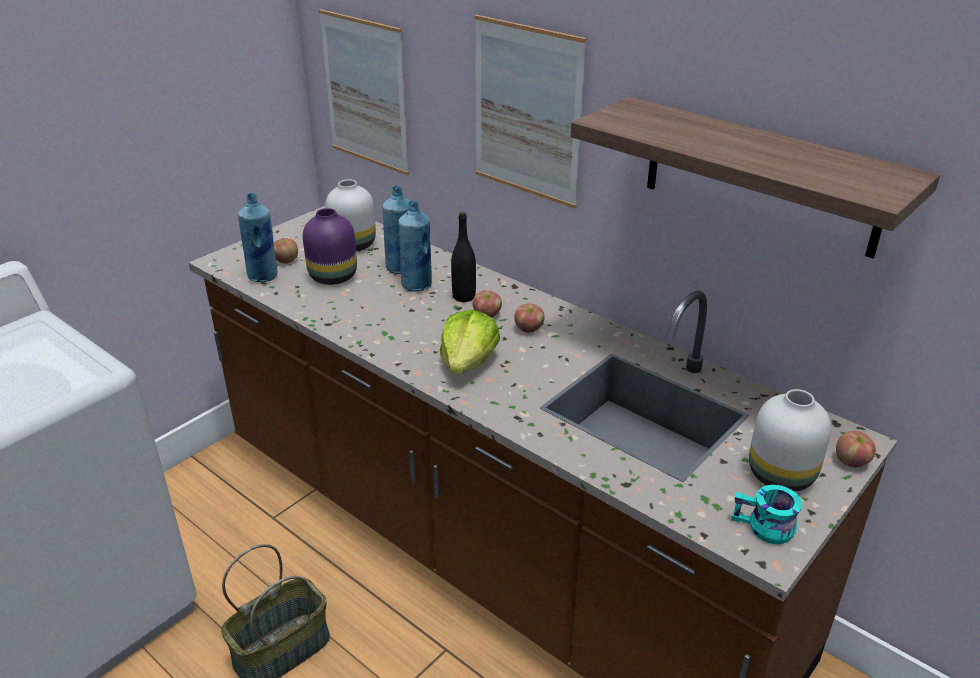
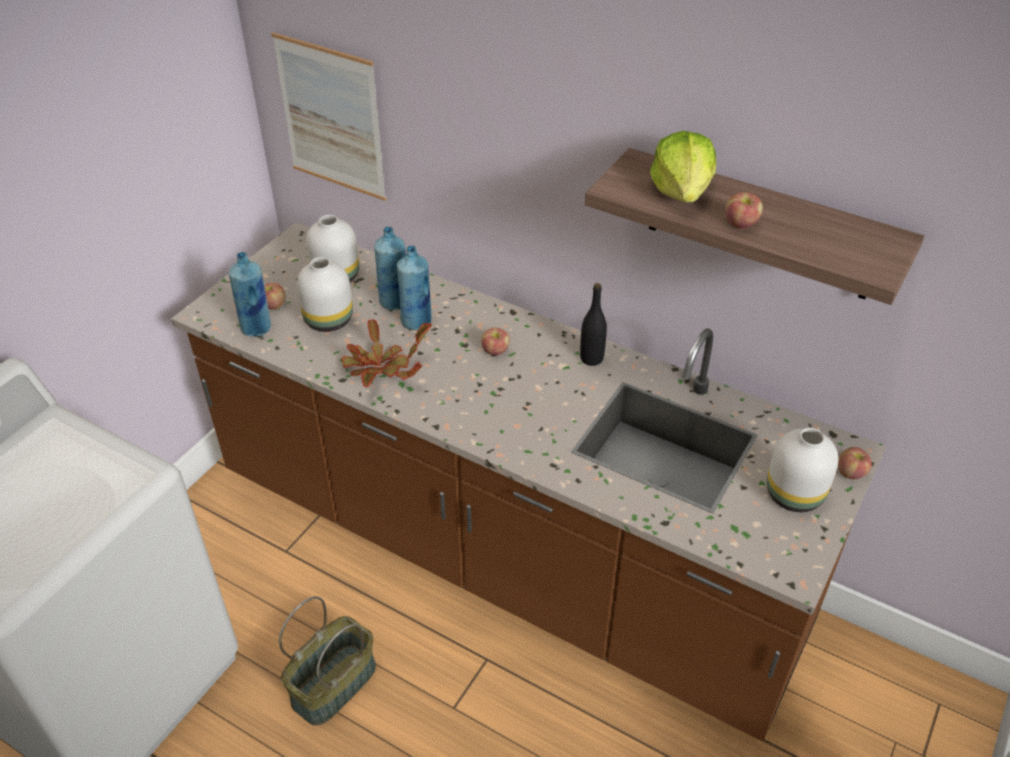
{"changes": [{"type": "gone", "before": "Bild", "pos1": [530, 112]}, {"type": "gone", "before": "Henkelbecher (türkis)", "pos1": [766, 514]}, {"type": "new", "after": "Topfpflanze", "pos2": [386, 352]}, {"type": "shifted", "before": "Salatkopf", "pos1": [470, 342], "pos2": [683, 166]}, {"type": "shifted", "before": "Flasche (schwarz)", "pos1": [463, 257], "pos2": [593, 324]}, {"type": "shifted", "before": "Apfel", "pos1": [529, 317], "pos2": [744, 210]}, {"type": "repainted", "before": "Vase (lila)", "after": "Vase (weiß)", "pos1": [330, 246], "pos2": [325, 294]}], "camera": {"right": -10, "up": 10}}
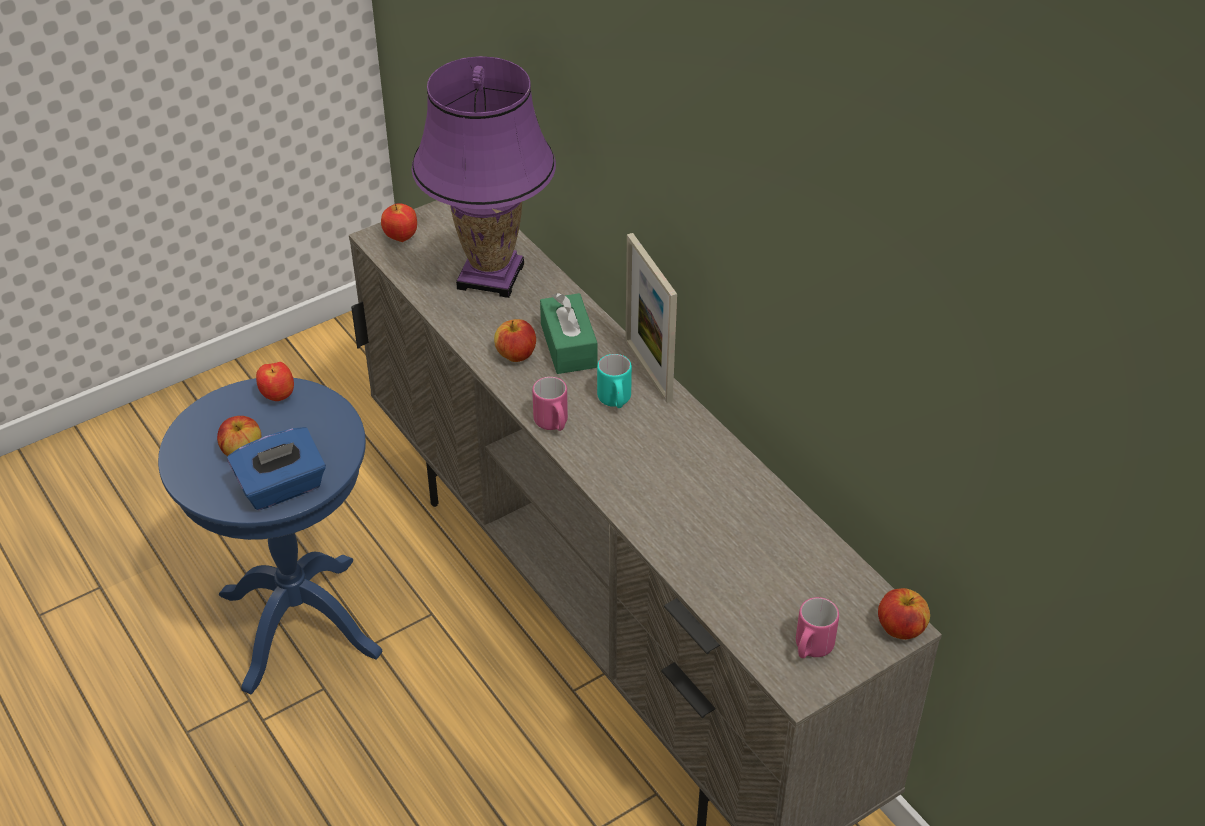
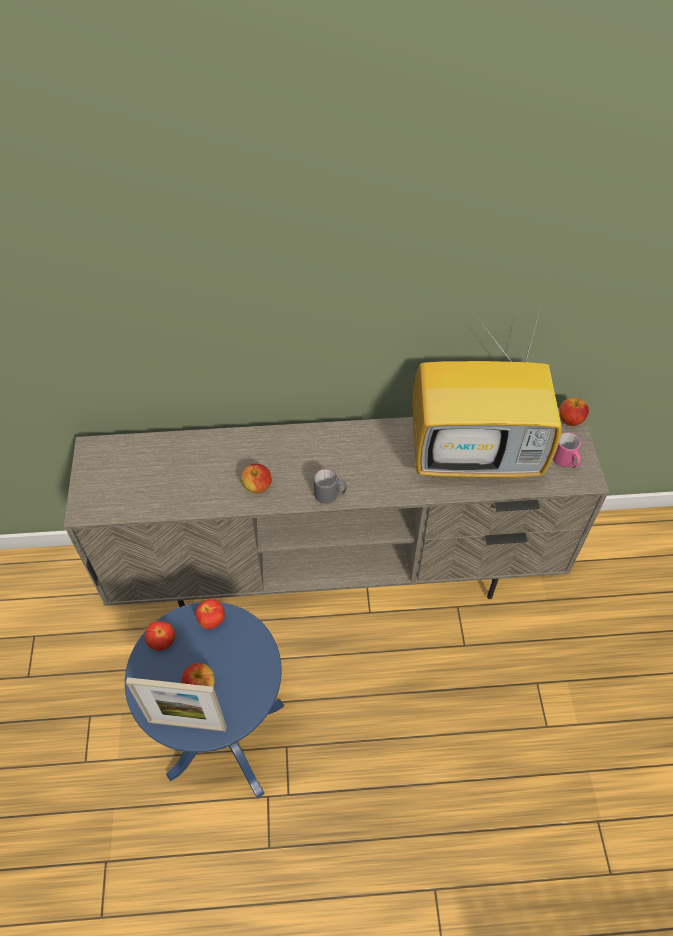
{"changes": [{"type": "gone", "before": "Taschentuchbox (blau)", "pos1": [276, 468]}, {"type": "gone", "before": "Tischlampe (lila)", "pos1": [484, 177]}, {"type": "gone", "before": "Taschentuchbox (grün)", "pos1": [568, 333]}, {"type": "gone", "before": "Henkelbecher (türkis)", "pos1": [614, 381]}, {"type": "new", "after": "Fernseher", "pos2": [487, 388]}, {"type": "shifted", "before": "Apfel", "pos1": [399, 222], "pos2": [210, 614]}, {"type": "shifted", "before": "Bilderrahmen", "pos1": [651, 318], "pos2": [176, 704]}, {"type": "repainted", "before": "Henkelbecher (rosa)", "after": "Henkelbecher (grau)", "pos1": [550, 404], "pos2": [330, 486]}], "camera": {"right": -60, "up": 10}}
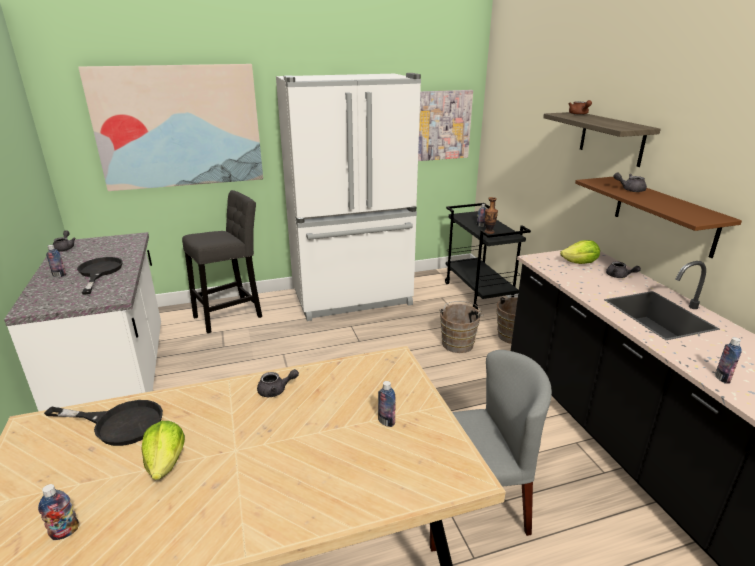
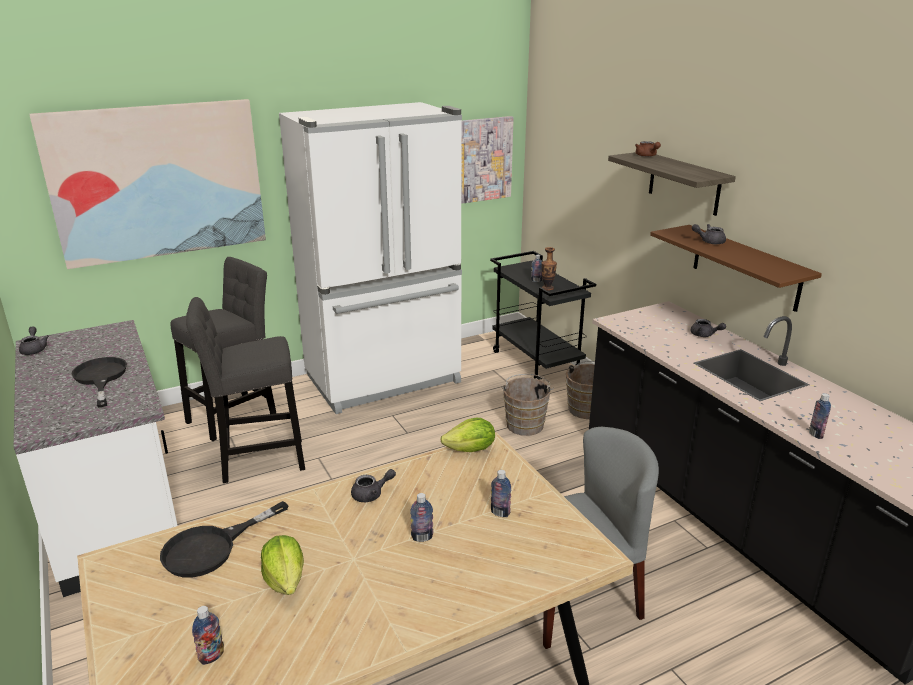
{"changes": [{"type": "new", "after": "Hocker (grau)", "pos2": [245, 390]}, {"type": "shifted", "before": "Flasche", "pos1": [56, 261], "pos2": [422, 517]}, {"type": "shifted", "before": "Salatkopf", "pos1": [580, 252], "pos2": [467, 435]}, {"type": "rotated", "before": "Pfanne (schwarz)", "pos1": [103, 423], "pos2": [224, 539], "turn": 135}], "camera": {"right": -10, "up": 0}}
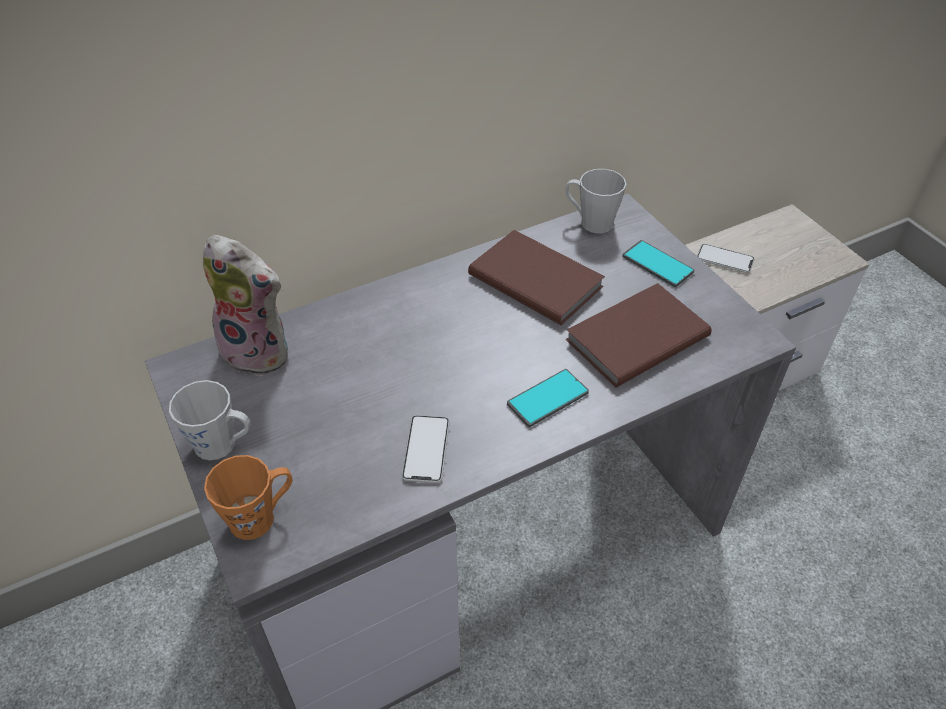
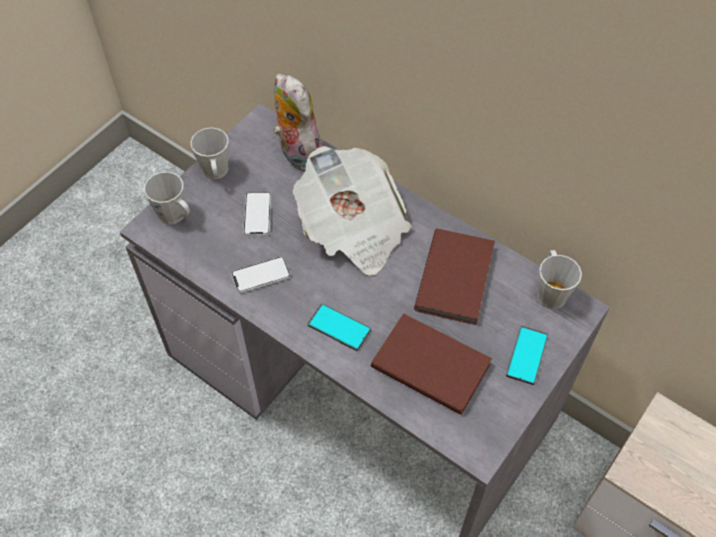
{"changes": [{"type": "new", "after": "Zeitung", "pos2": [352, 211]}, {"type": "shifted", "before": "Handy", "pos1": [725, 258], "pos2": [257, 214]}, {"type": "repainted", "before": "Henkelbecher (orange)", "after": "Henkelbecher (grau)", "pos1": [248, 497], "pos2": [167, 198]}, {"type": "rotated", "before": "Plüschtier", "pos1": [245, 305], "pos2": [297, 122], "turn": 150}], "camera": {"right": 65, "up": 10}}
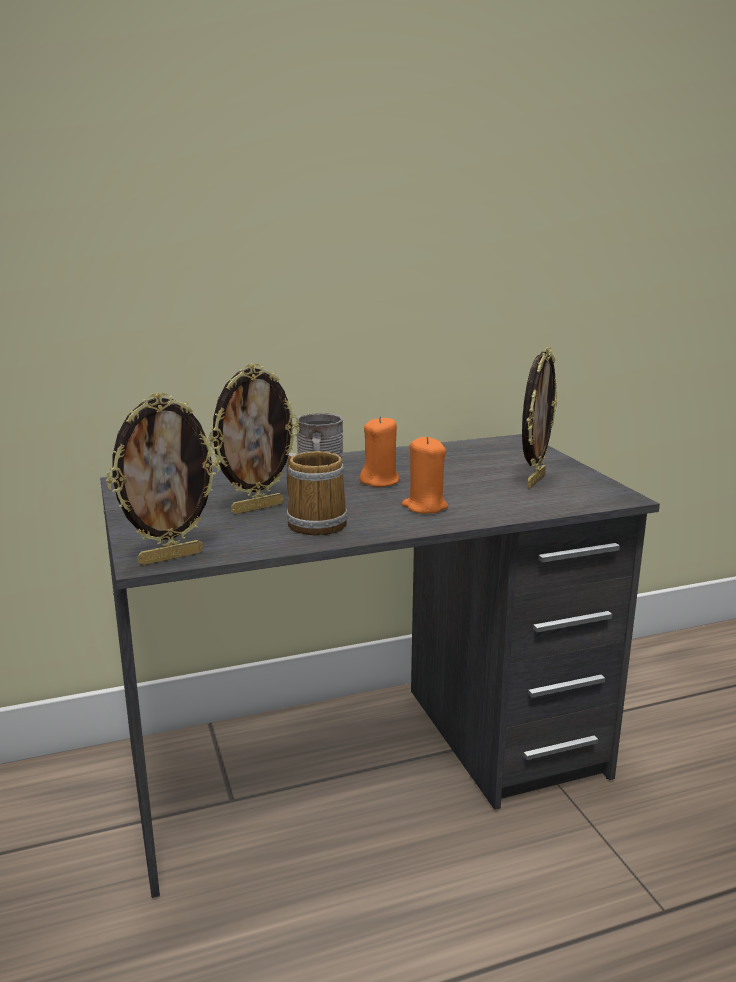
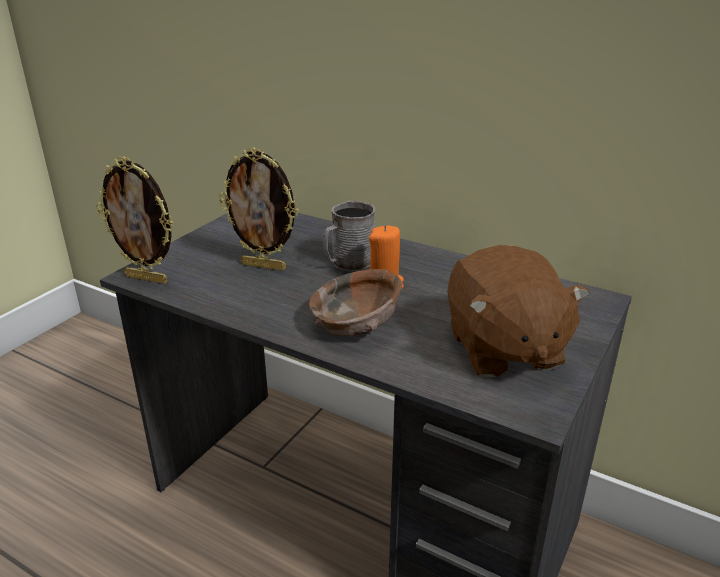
{"changes": [{"type": "gone", "before": "Henkelbecher", "pos1": [317, 493]}, {"type": "swapped", "before": "Kerze (orange)", "after": "Schüssel (braun)", "pos1": [425, 475], "pos2": [355, 302]}, {"type": "swapped", "before": "Bilderrahmen", "after": "Plüschtier (braun)", "pos1": [539, 417], "pos2": [518, 311]}], "camera": {"right": 50, "up": 10}}
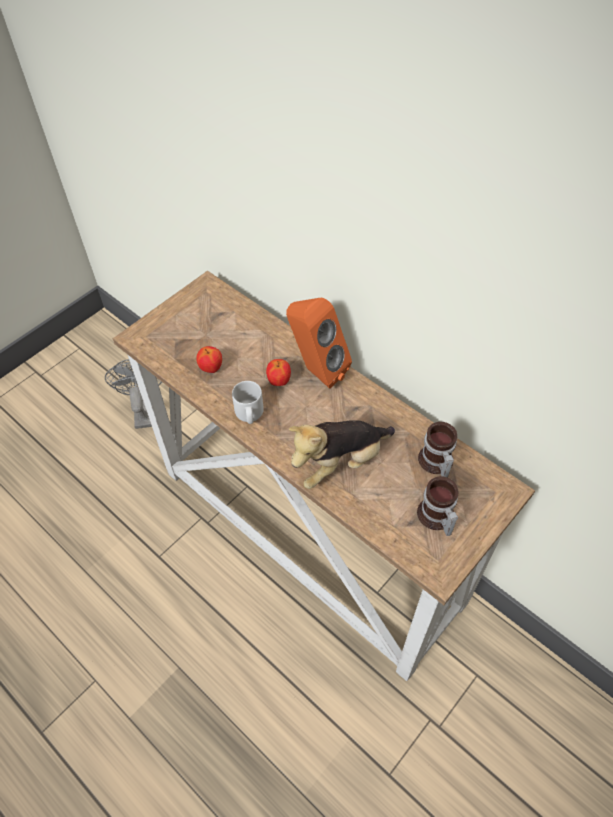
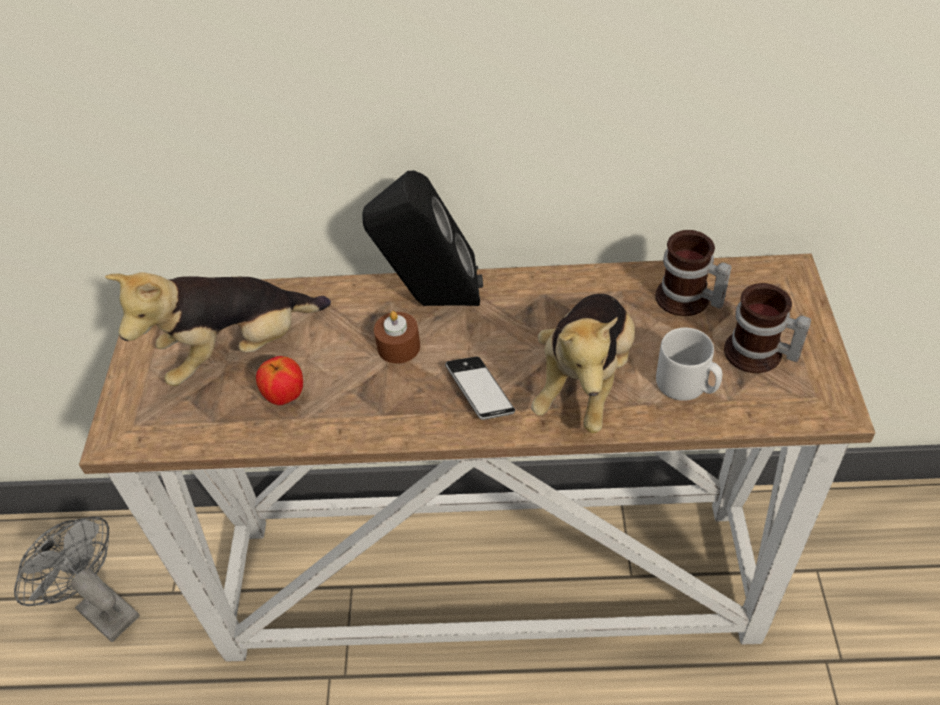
{"changes": [{"type": "new", "after": "Plüschtier", "pos2": [218, 329]}, {"type": "new", "after": "Handy", "pos2": [480, 388]}, {"type": "shifted", "before": "Henkelbecher (grau)", "pos1": [248, 402], "pos2": [689, 364]}, {"type": "swapped", "before": "Apfel", "after": "Kerze (braun)", "pos1": [278, 372], "pos2": [397, 337]}, {"type": "repainted", "before": "Lautsprecher (orange)", "after": "Lautsprecher (schwarz)", "pos1": [319, 343], "pos2": [422, 238]}], "camera": {"right": -40, "up": -5}}
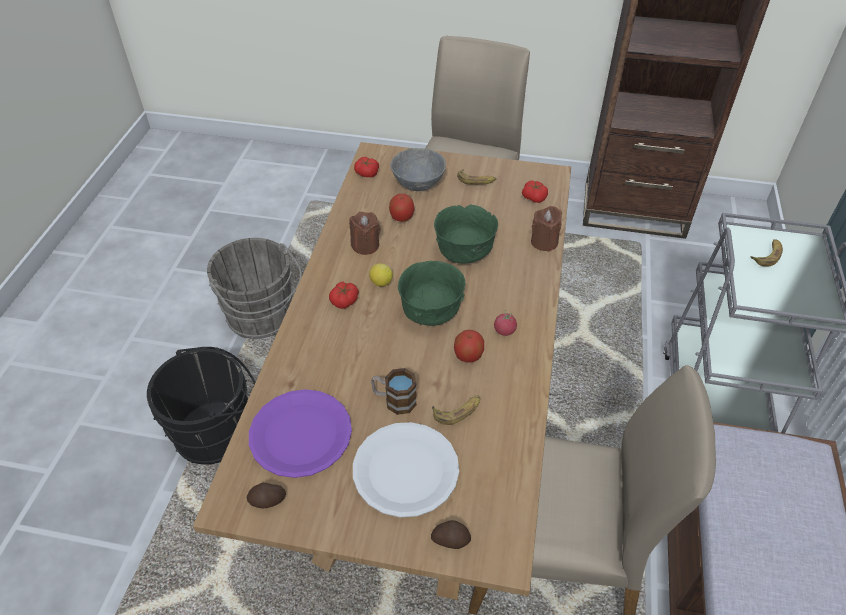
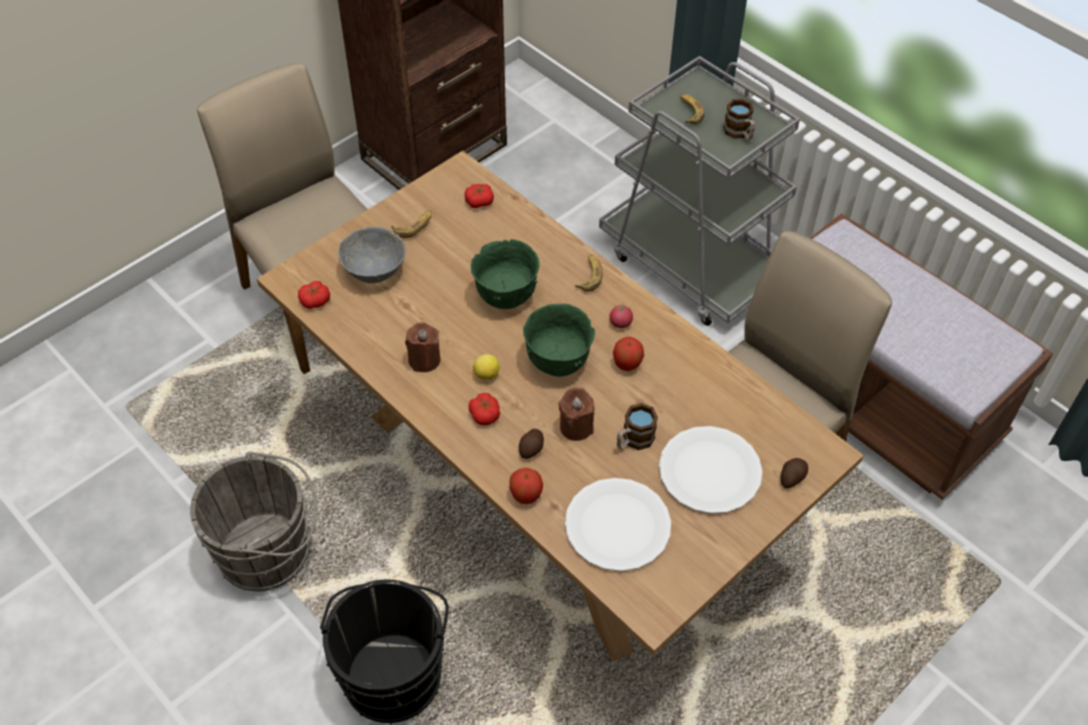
{"changes": [{"type": "new", "after": "Henkelbecher", "pos2": [739, 119]}, {"type": "shifted", "before": "Kartoffel", "pos1": [266, 496], "pos2": [531, 444]}, {"type": "shifted", "before": "Apfel", "pos1": [402, 208], "pos2": [526, 486]}, {"type": "shifted", "before": "Banane", "pos1": [456, 410], "pos2": [589, 273]}, {"type": "shifted", "before": "Kerze (braun)", "pos1": [546, 229], "pos2": [576, 414]}, {"type": "repainted", "before": "Teller (lila)", "after": "Teller (weiß)", "pos1": [300, 433], "pos2": [618, 524]}], "camera": {"right": -55, "up": 5}}
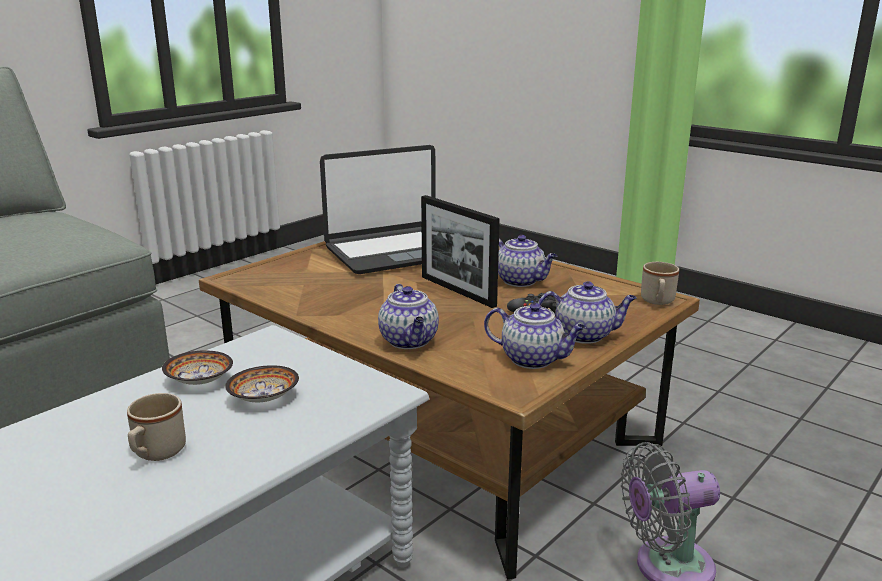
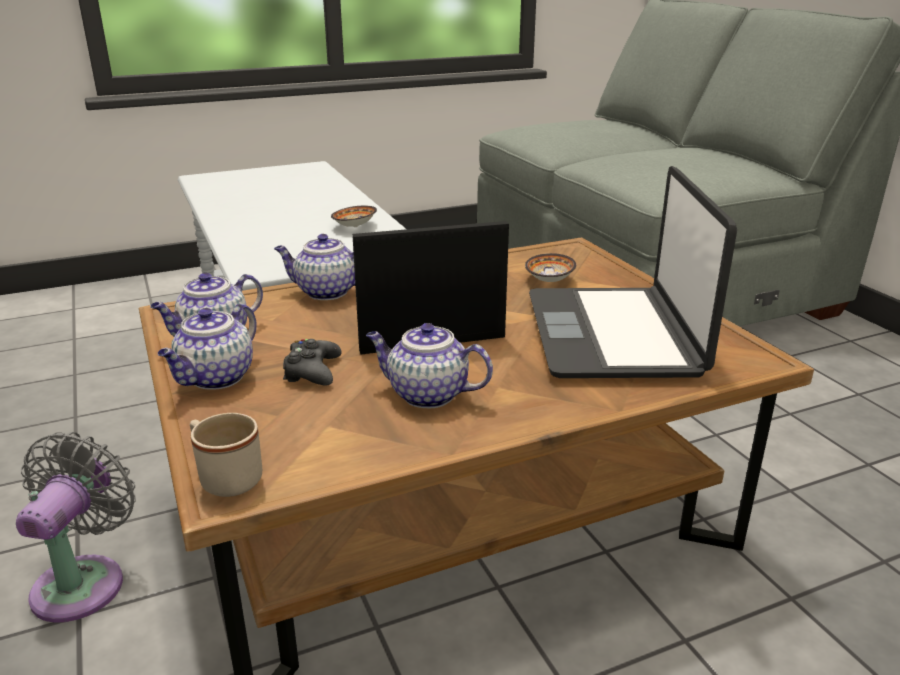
{"changes": [{"type": "gone", "before": "Henkelbecher (beige)", "pos1": [156, 427]}, {"type": "shifted", "before": "Schüssel", "pos1": [262, 383], "pos2": [550, 267]}, {"type": "rotated", "before": "Teekanne", "pos1": [527, 261], "pos2": [429, 365], "turn": 45}], "camera": {"right": 115, "up": 5}}
